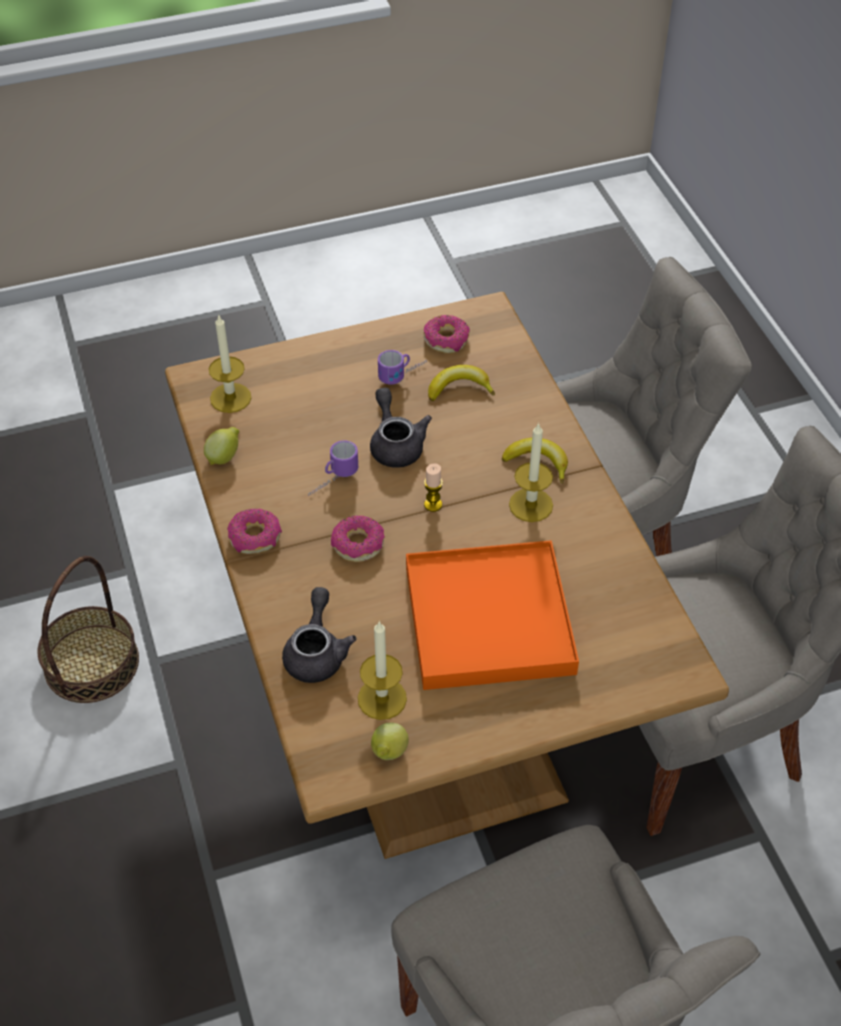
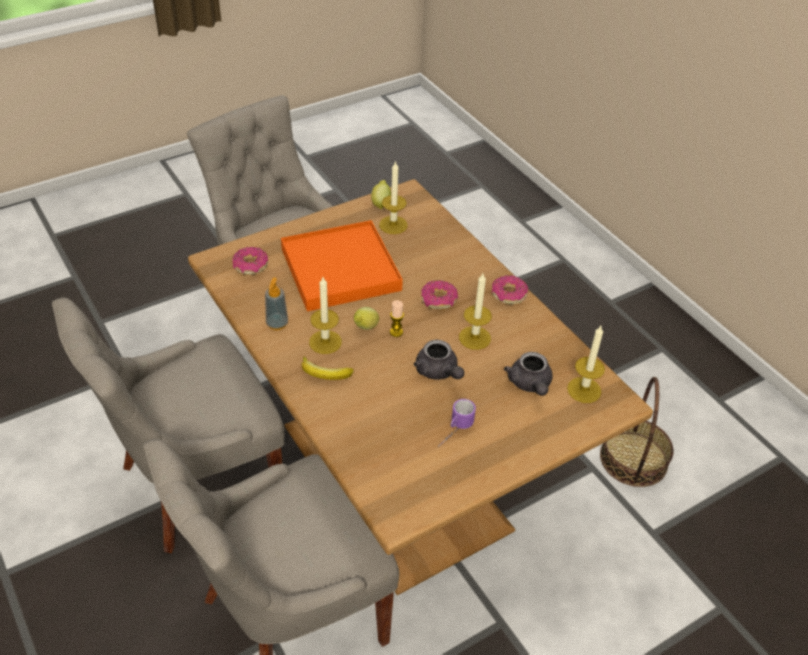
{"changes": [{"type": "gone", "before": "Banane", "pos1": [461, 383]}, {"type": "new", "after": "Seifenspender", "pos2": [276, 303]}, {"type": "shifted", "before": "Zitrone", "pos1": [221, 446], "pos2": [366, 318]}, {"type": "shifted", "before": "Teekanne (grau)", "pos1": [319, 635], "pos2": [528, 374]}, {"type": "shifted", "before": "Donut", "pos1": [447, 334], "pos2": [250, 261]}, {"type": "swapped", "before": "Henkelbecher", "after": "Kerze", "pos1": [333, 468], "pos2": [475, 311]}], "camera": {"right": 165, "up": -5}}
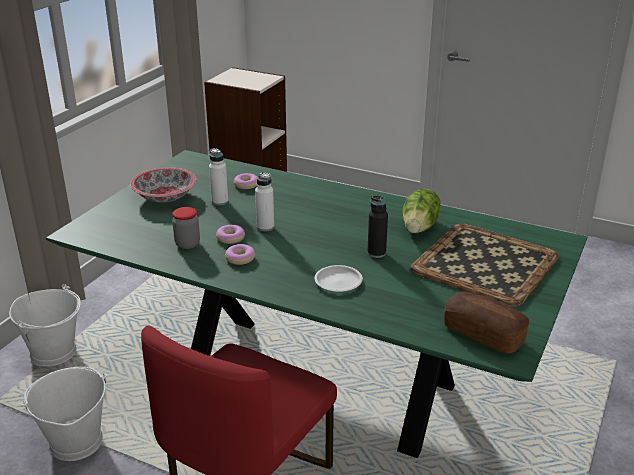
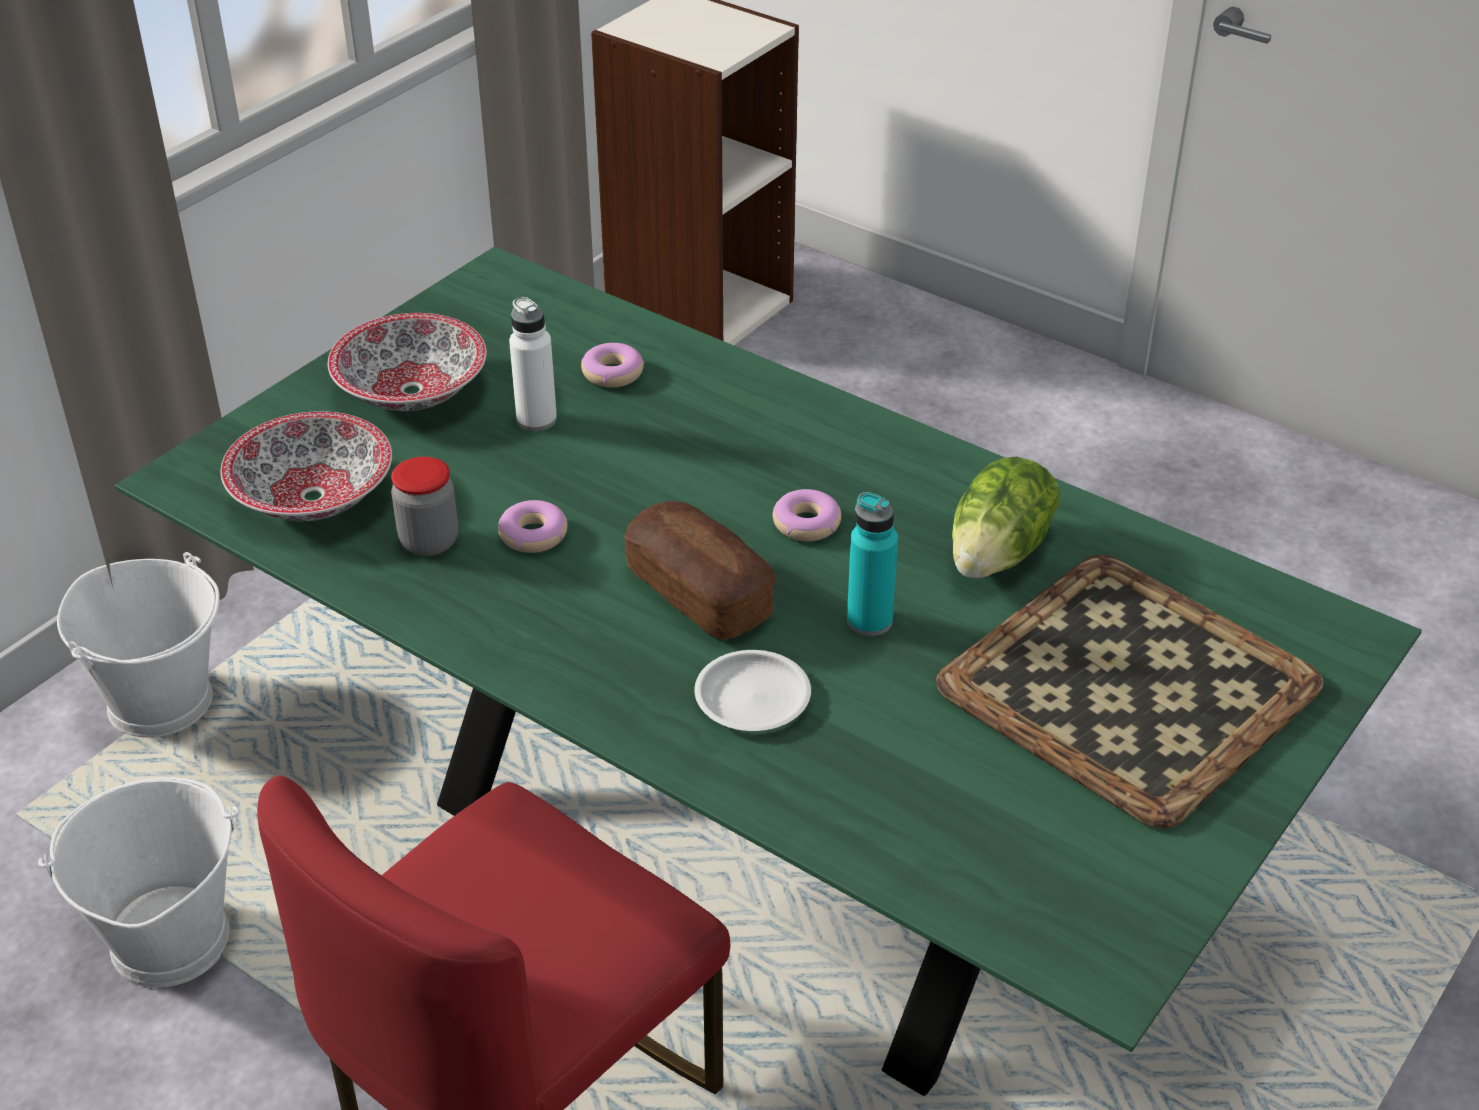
{"changes": [{"type": "gone", "before": "Flasche (weiß)", "pos1": [264, 202]}, {"type": "new", "after": "Schüssel", "pos2": [306, 466]}, {"type": "shifted", "before": "Donut", "pos1": [240, 254], "pos2": [806, 515]}, {"type": "shifted", "before": "Brot", "pos1": [486, 323], "pos2": [700, 570]}, {"type": "repainted", "before": "Flasche (schwarz)", "after": "Flasche (türkis)", "pos1": [377, 226], "pos2": [872, 564]}], "camera": {"right": 10, "up": 10}}
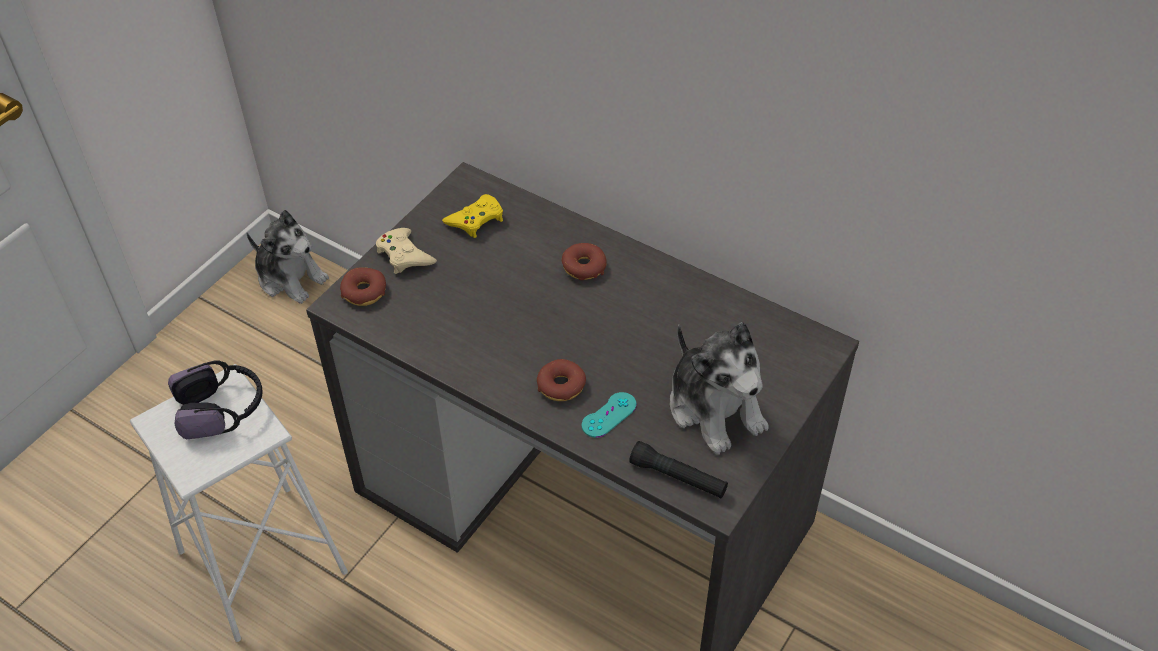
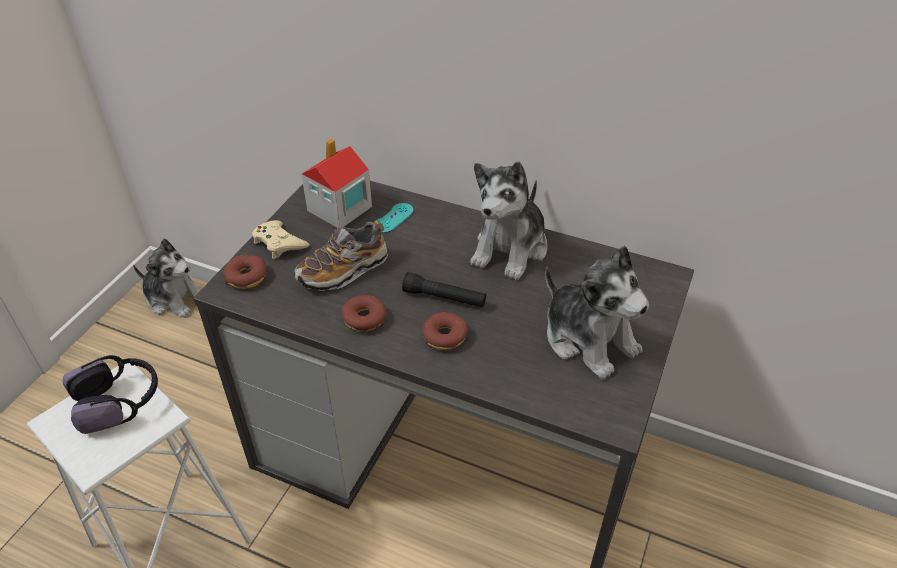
{"changes": [{"type": "new", "after": "Schuh", "pos2": [341, 256]}, {"type": "new", "after": "Plüschtier", "pos2": [508, 220]}, {"type": "shifted", "before": "Donut", "pos1": [584, 261], "pos2": [363, 313]}, {"type": "shifted", "before": "Gamepad (türkis)", "pos1": [609, 415], "pos2": [394, 218]}, {"type": "shifted", "before": "Taschenlampe (schwarz)", "pos1": [678, 469], "pos2": [444, 290]}, {"type": "swapped", "before": "Gamepad (gelb)", "after": "Spielzeughaus", "pos1": [472, 216], "pos2": [336, 183]}], "camera": {"right": -10, "up": -5}}
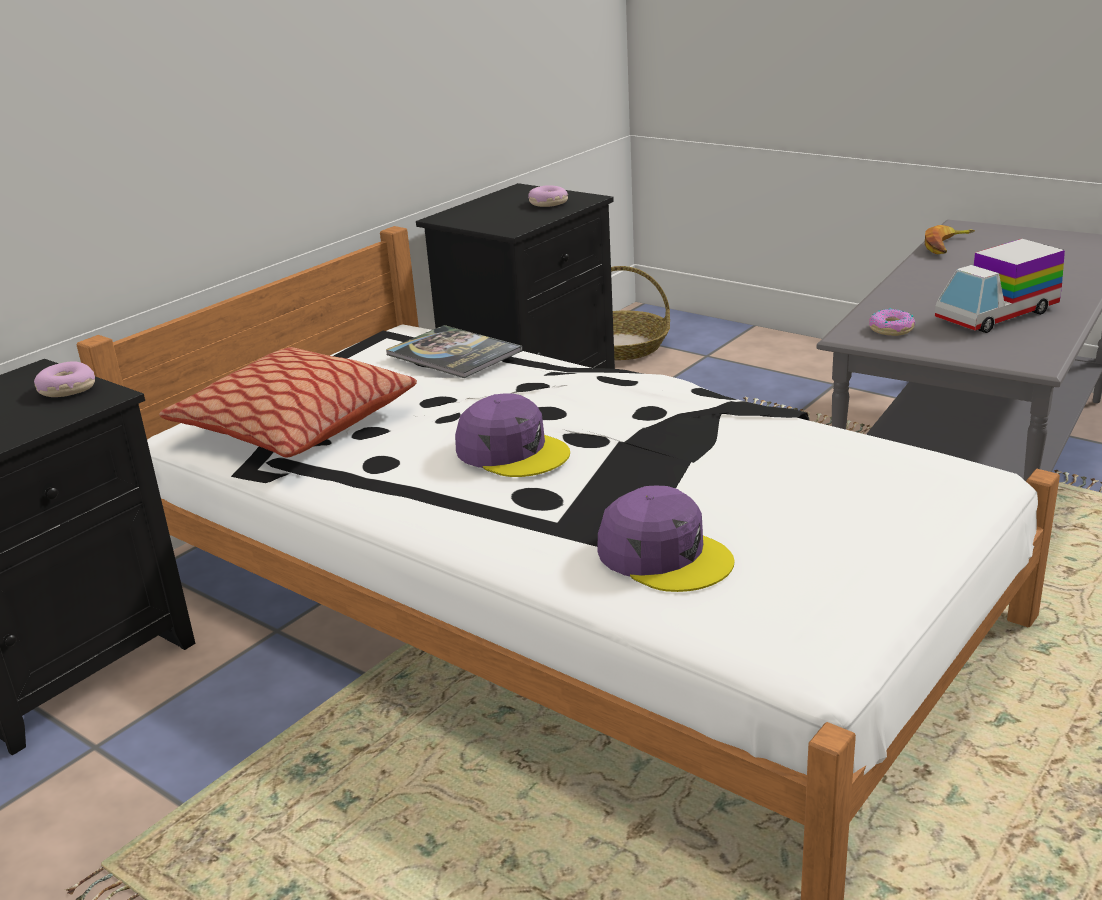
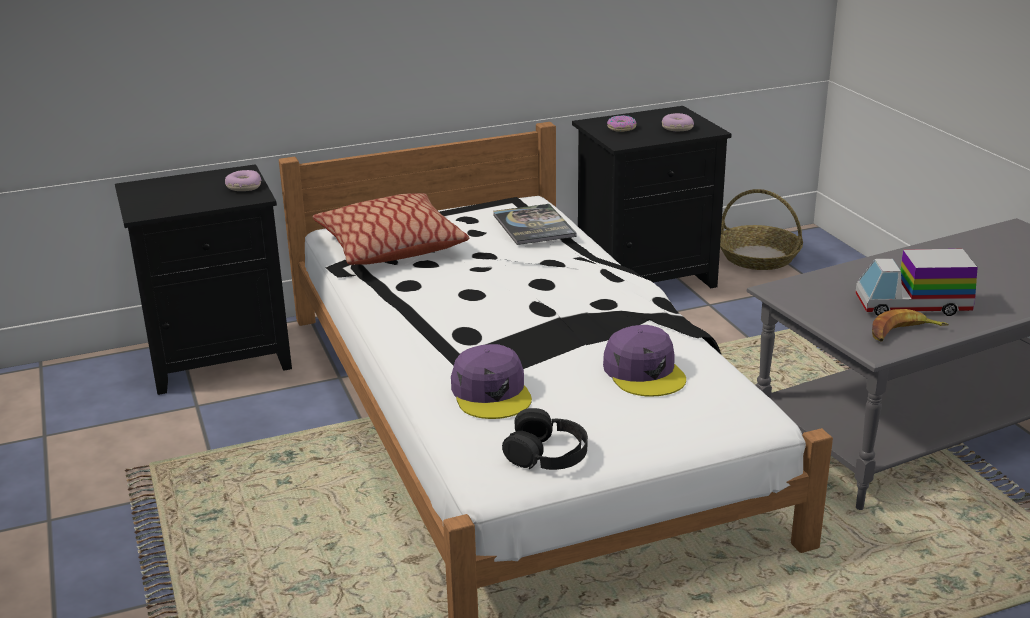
{"changes": [{"type": "new", "after": "Kopfhörer (schwarz)", "pos2": [545, 439]}, {"type": "shifted", "before": "Kappe (lila)", "pos1": [512, 435], "pos2": [644, 360]}, {"type": "shifted", "before": "Donut", "pos1": [892, 322], "pos2": [621, 123]}, {"type": "shifted", "before": "Banane", "pos1": [950, 239], "pos2": [910, 325]}], "camera": {"right": 30, "up": 0}}
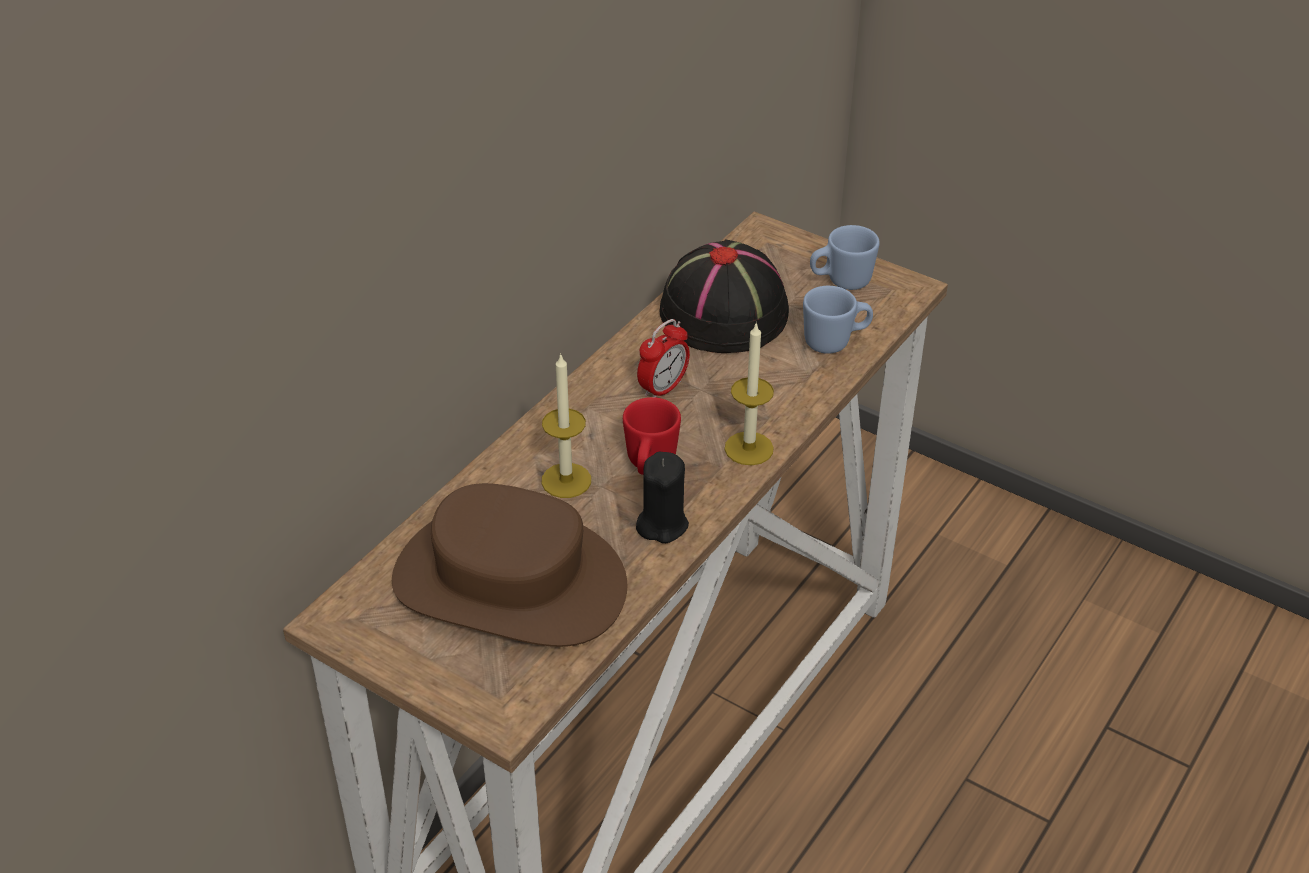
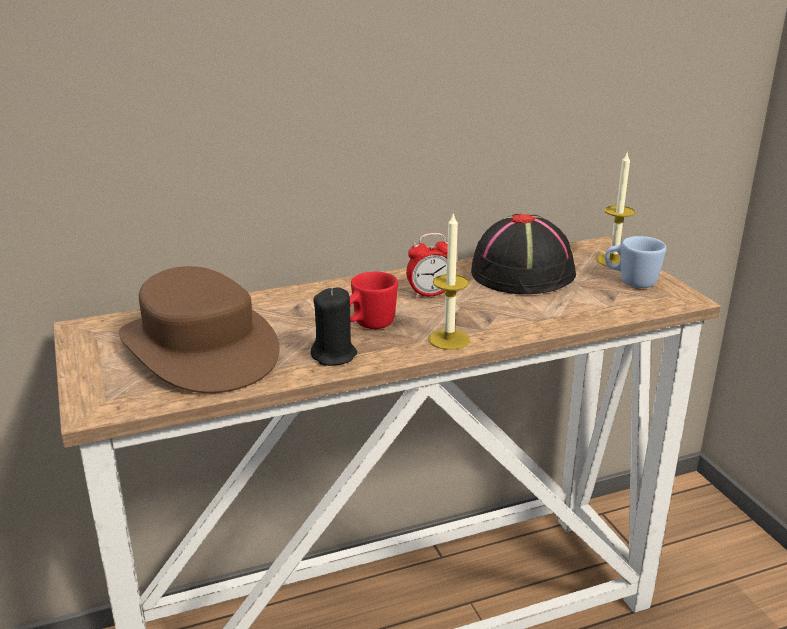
{"changes": [{"type": "gone", "before": "Henkelbecher (blau)", "pos1": [838, 320]}, {"type": "shifted", "before": "Kerze", "pos1": [566, 425], "pos2": [615, 210]}], "camera": {"right": 35, "up": -15}}
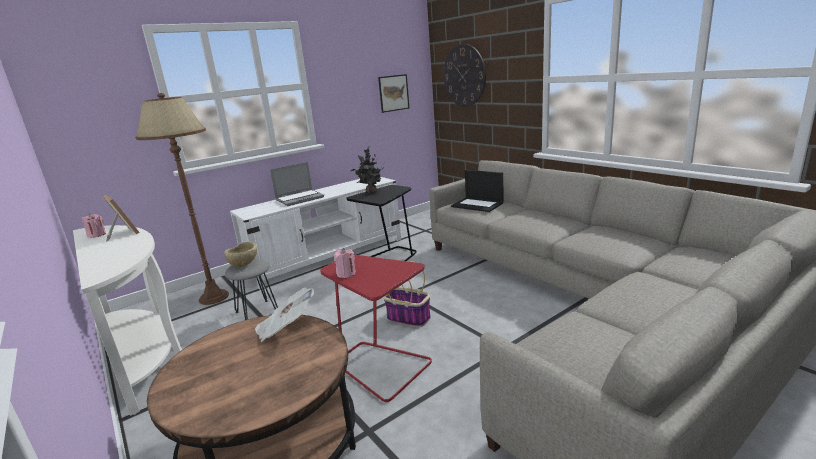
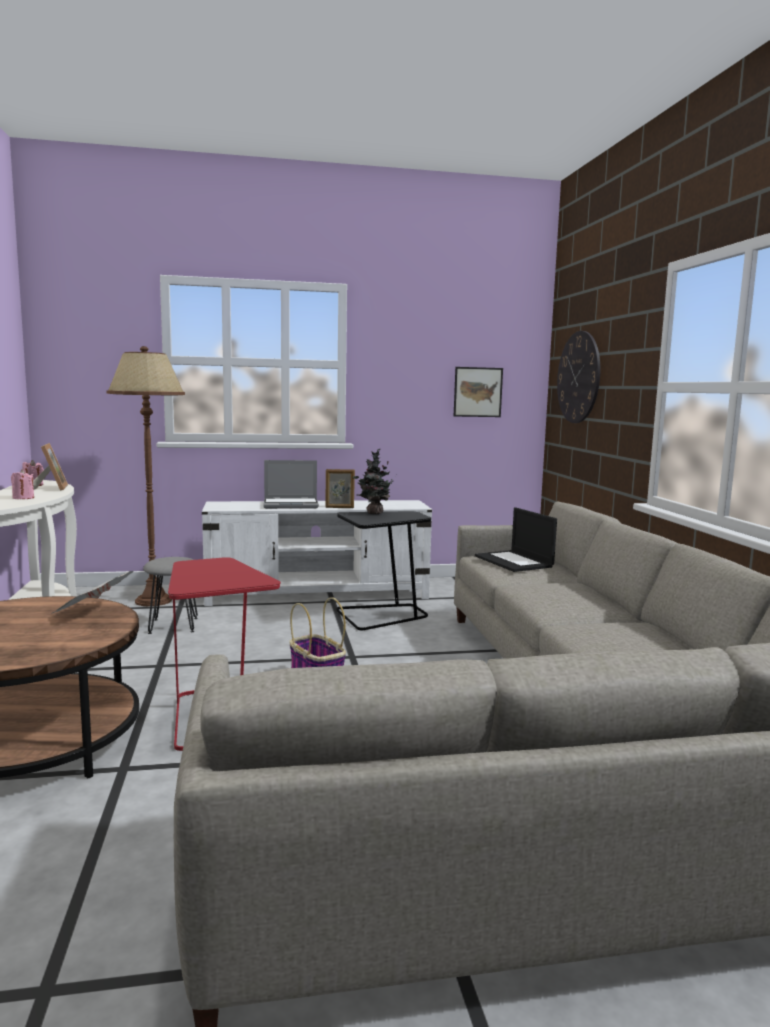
{"changes": [{"type": "gone", "before": "Schüssel (beige)", "pos1": [240, 254]}, {"type": "new", "after": "Bilderrahmen", "pos2": [340, 488]}, {"type": "shifted", "before": "Kerze (rosa)", "pos1": [345, 263], "pos2": [22, 484]}], "camera": {"right": 25, "up": -10}}
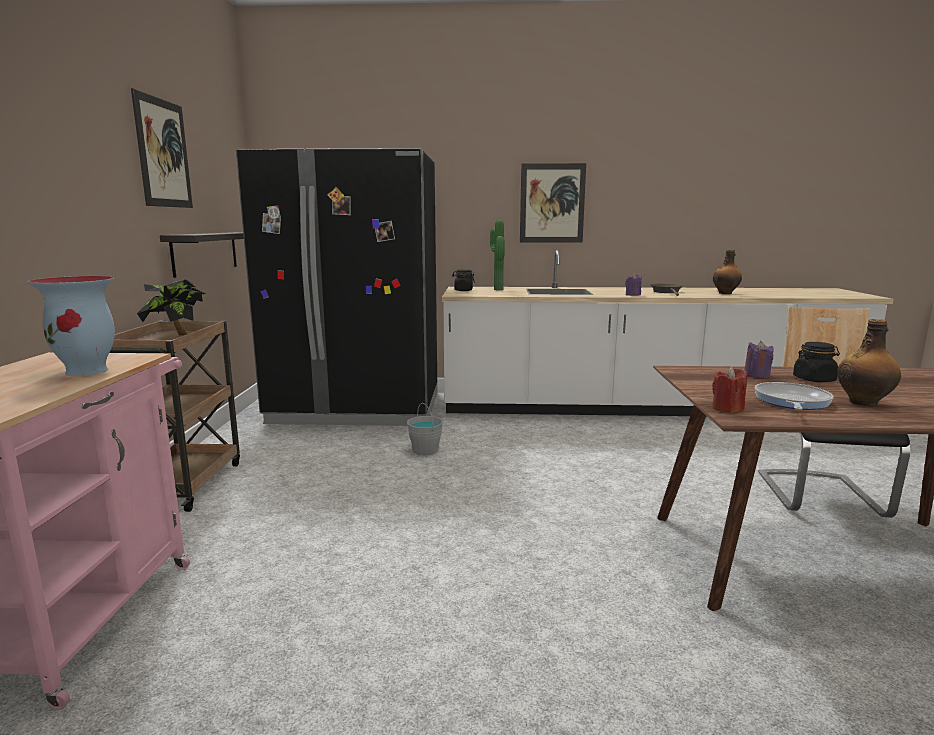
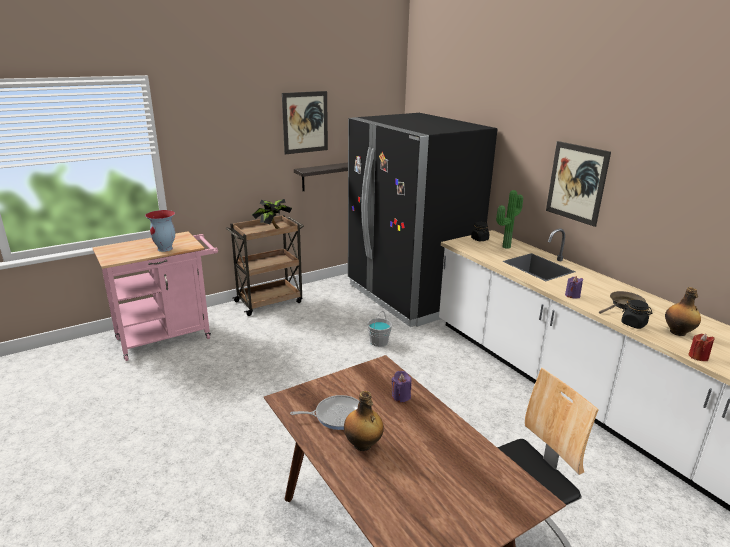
{"changes": [{"type": "shifted", "before": "Kerze (rot)", "pos1": [729, 390], "pos2": [701, 347]}, {"type": "shifted", "before": "Vorratsglas (schwarz)", "pos1": [816, 362], "pos2": [636, 314]}], "camera": {"right": 55, "up": 10}}
